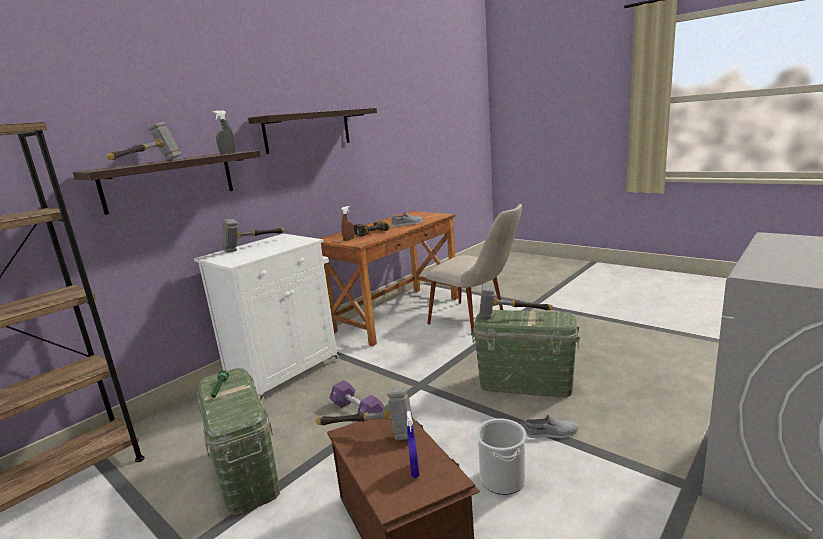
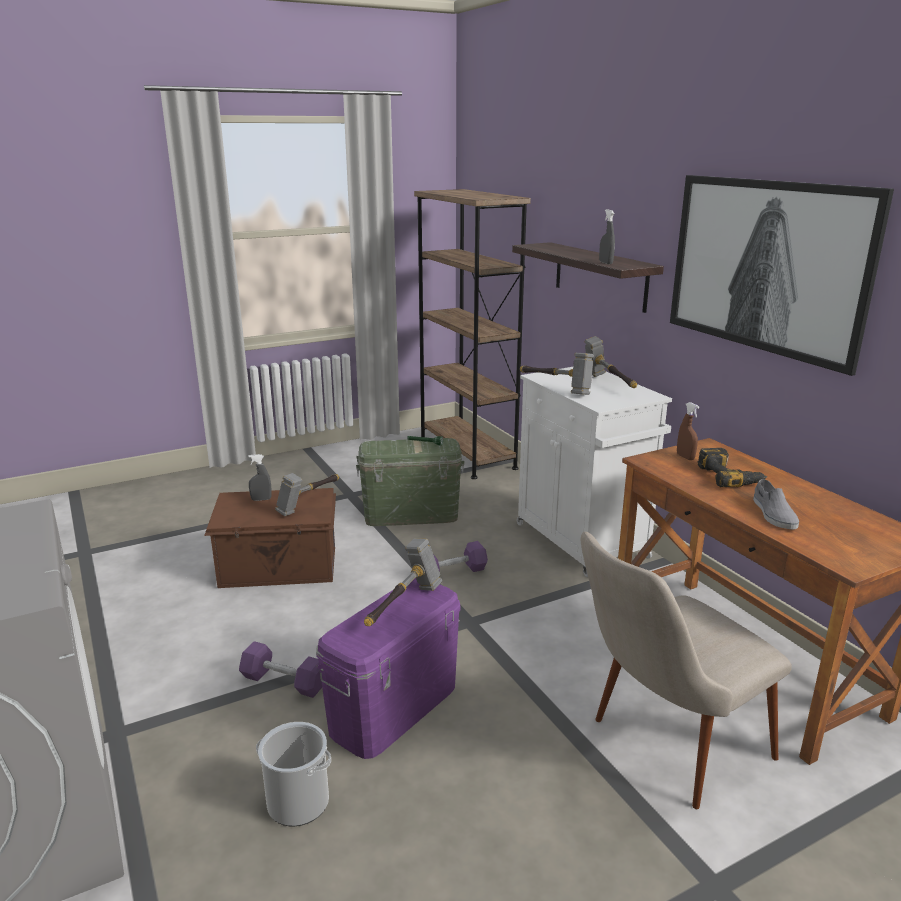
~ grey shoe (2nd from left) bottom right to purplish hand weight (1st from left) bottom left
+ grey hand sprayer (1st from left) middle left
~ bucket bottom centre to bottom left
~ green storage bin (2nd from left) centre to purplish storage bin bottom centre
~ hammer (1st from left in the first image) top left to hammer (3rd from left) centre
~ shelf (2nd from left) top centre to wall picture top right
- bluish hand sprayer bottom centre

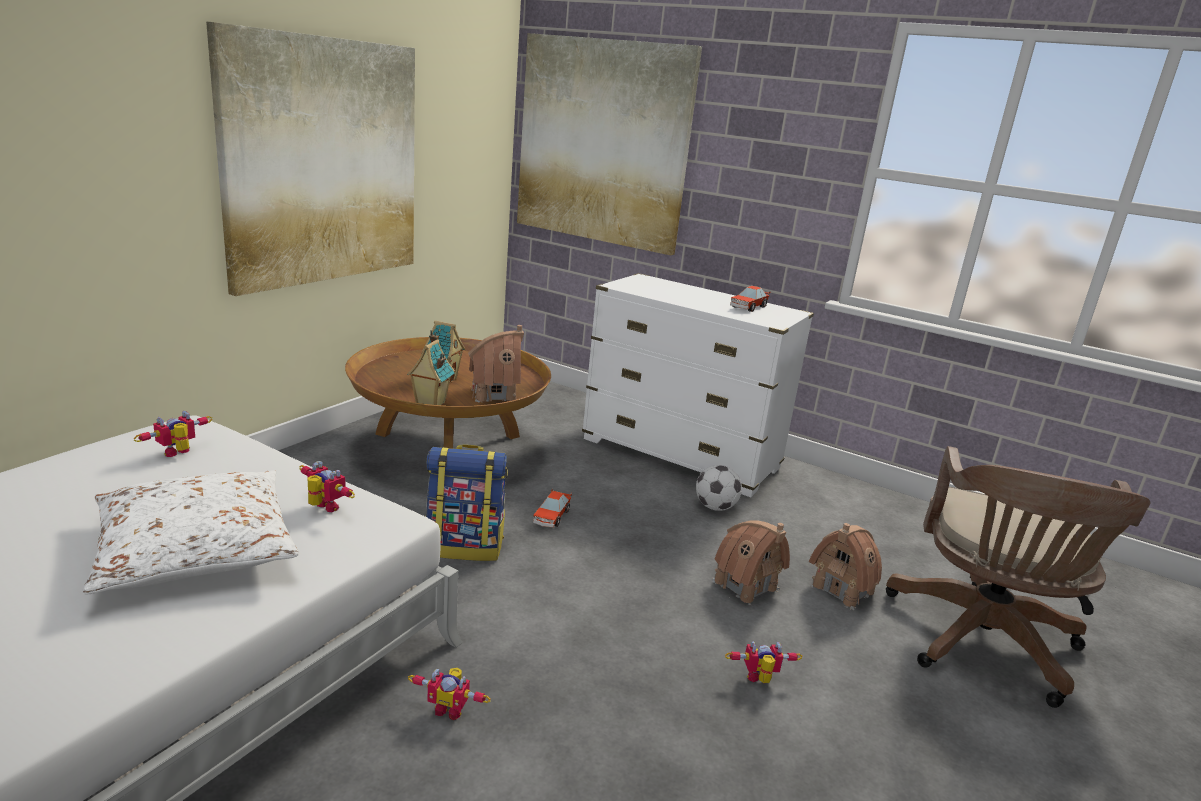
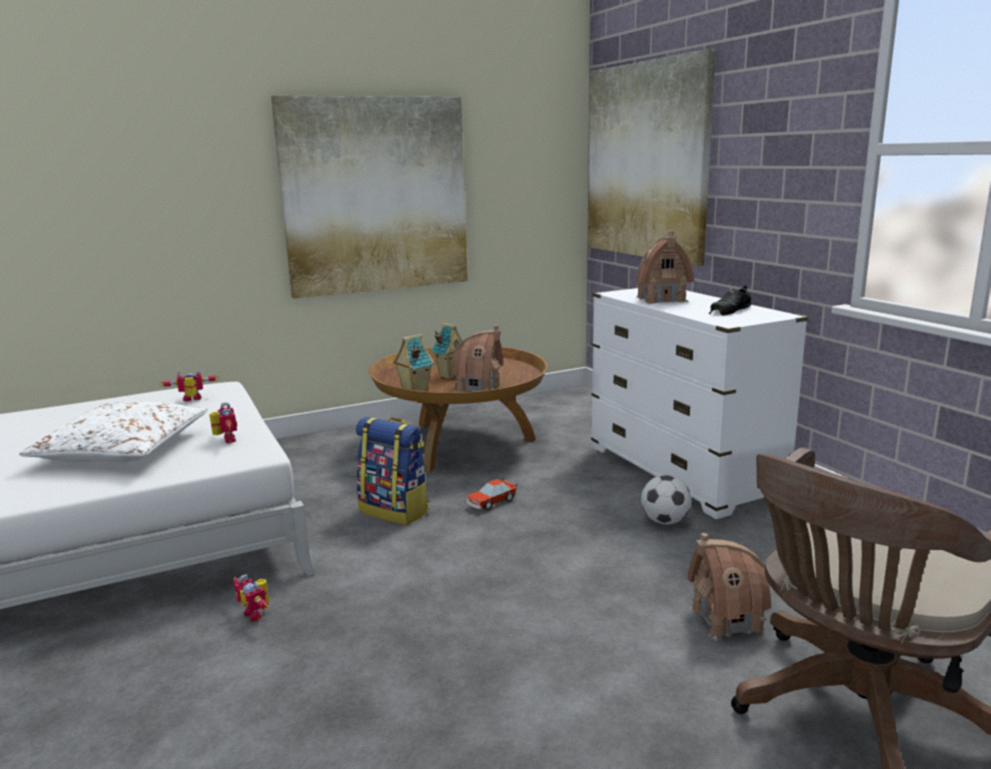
~ miniature house (4th from left) bottom centre to middle right
~ model car (2nd from left) centre to black shoe middle right
- toy robot (4th from left) bottom centre

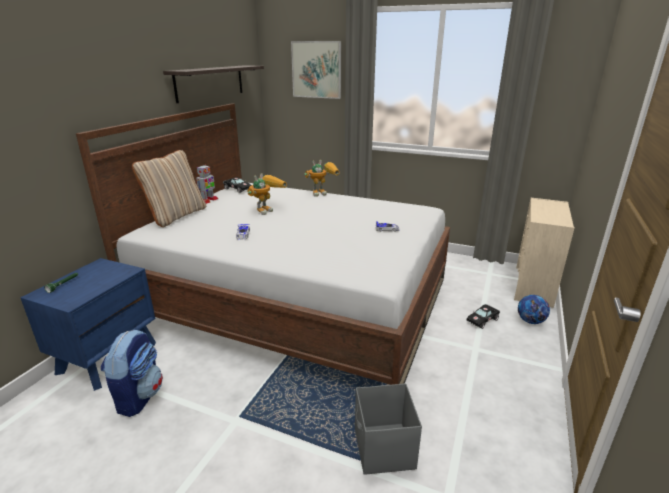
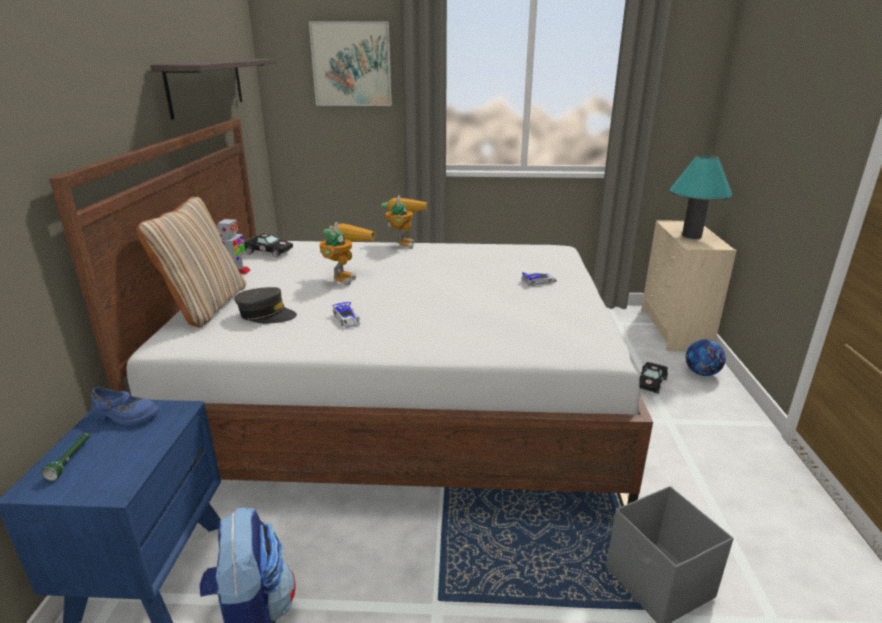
+ bluish shoe middle left
+ grey cap middle left
~ toy robot (3rd from left) centre = centre 45 degrees counterclockwise
+ turquoise tabletop lamp top right

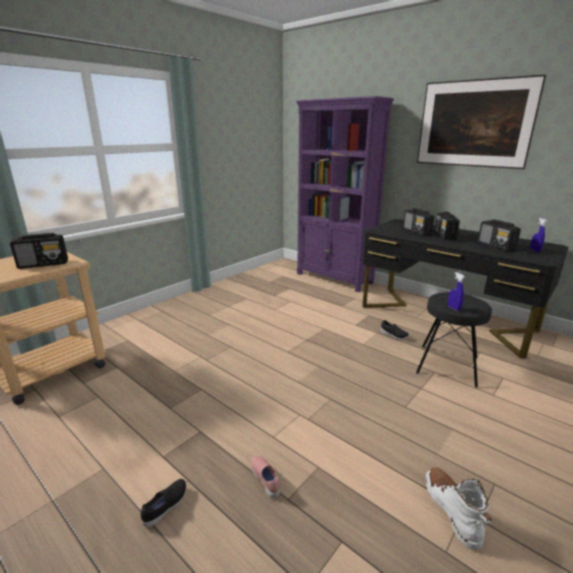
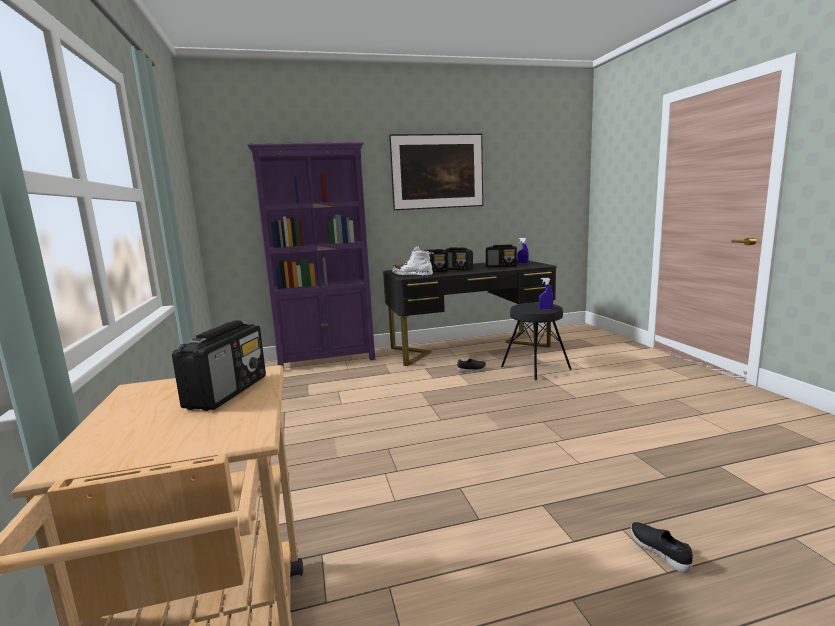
~ whitish boot bottom right to centre
- pink shoe bottom centre

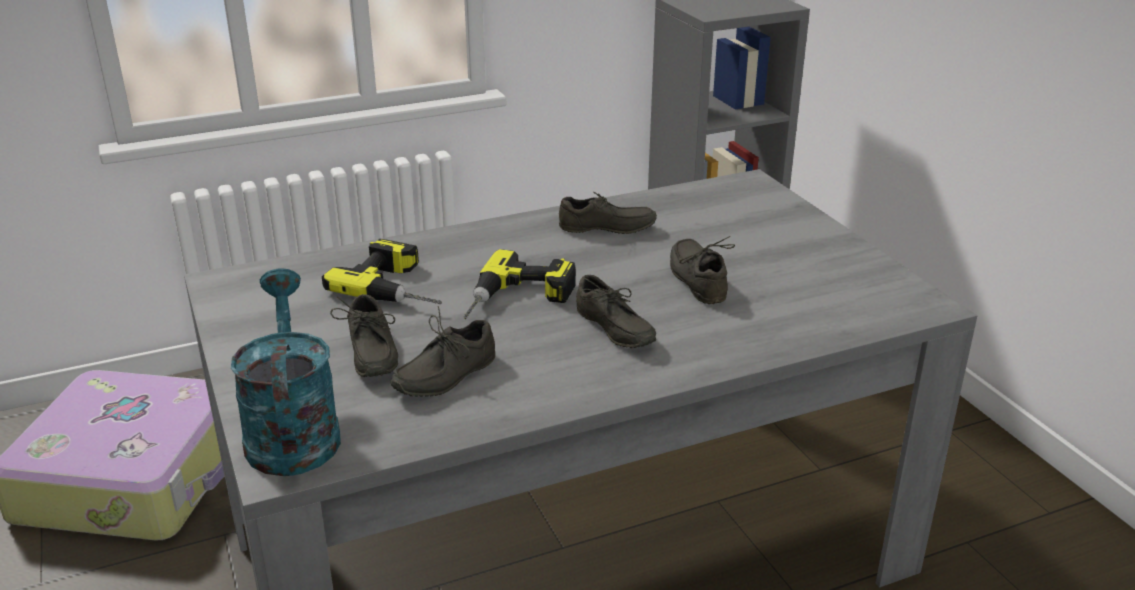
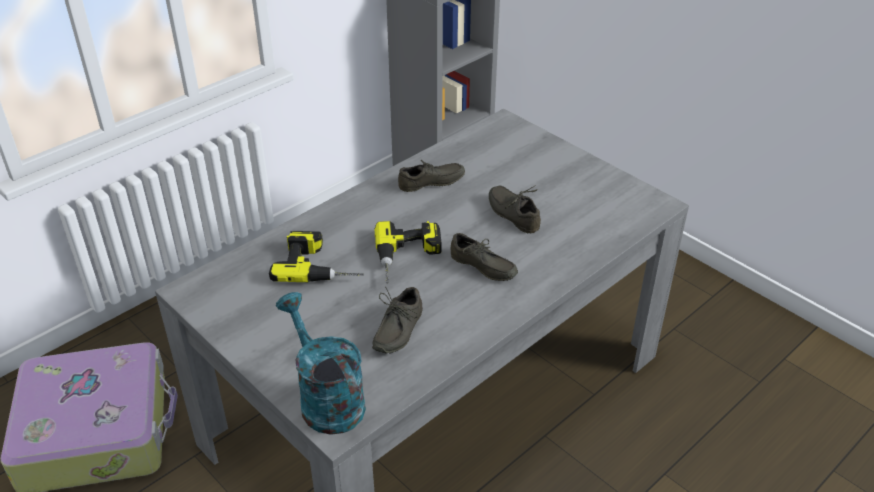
- grey shoe (1st from left) middle left

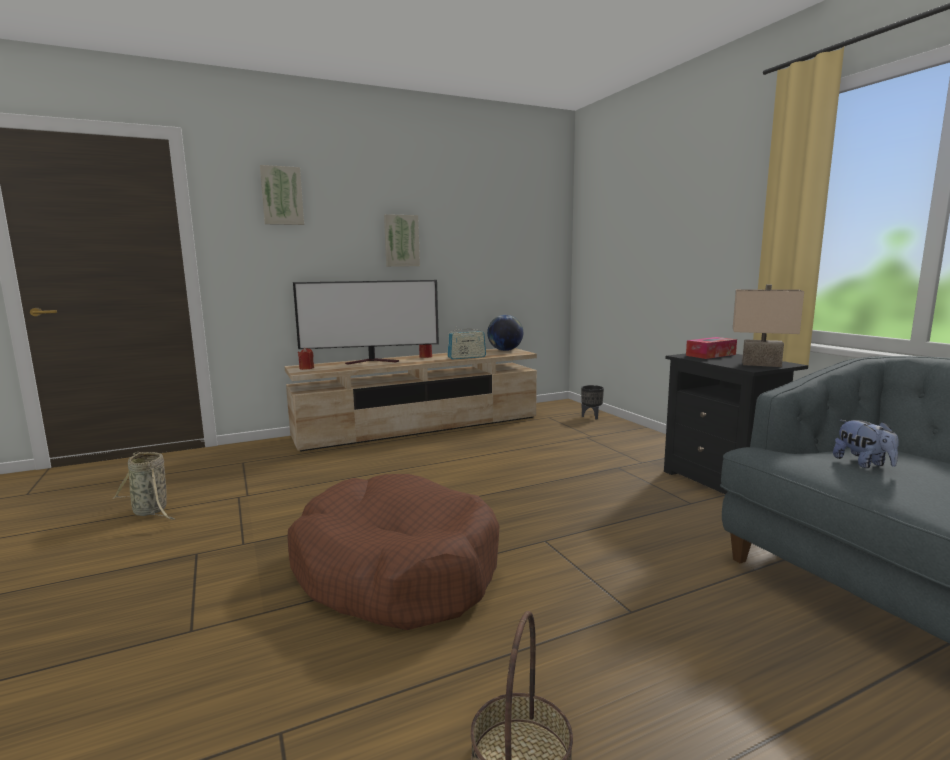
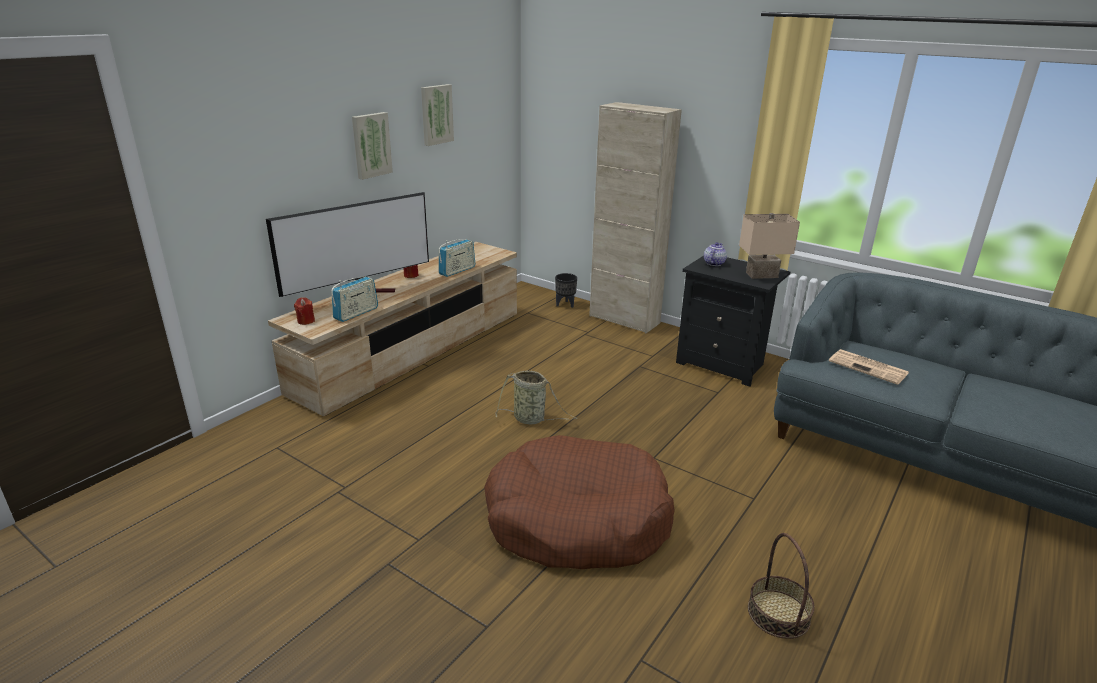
+ radio receiver (1st from left) middle left
~ wall picture (1st from left in the first image) top left to wall picture (2nd from left) top centre
~ basket (1st from left) middle left to centre
+ beige cabinet top centre
~ box of tissues middle right to teapot centre
~ plush toy middle right to daily paper middle right
- globe centre

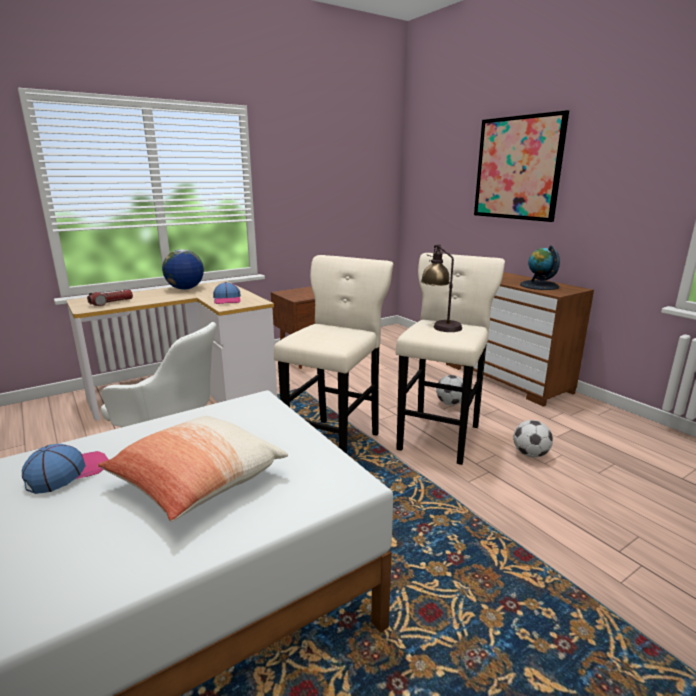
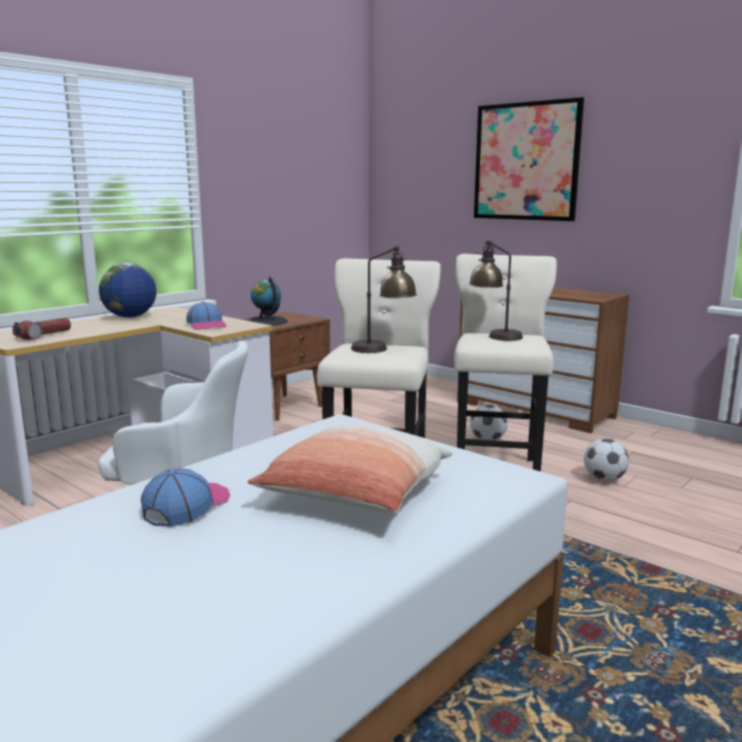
~ globe (2nd from left) middle right to centre
+ tabletop lamp (1st from left) centre

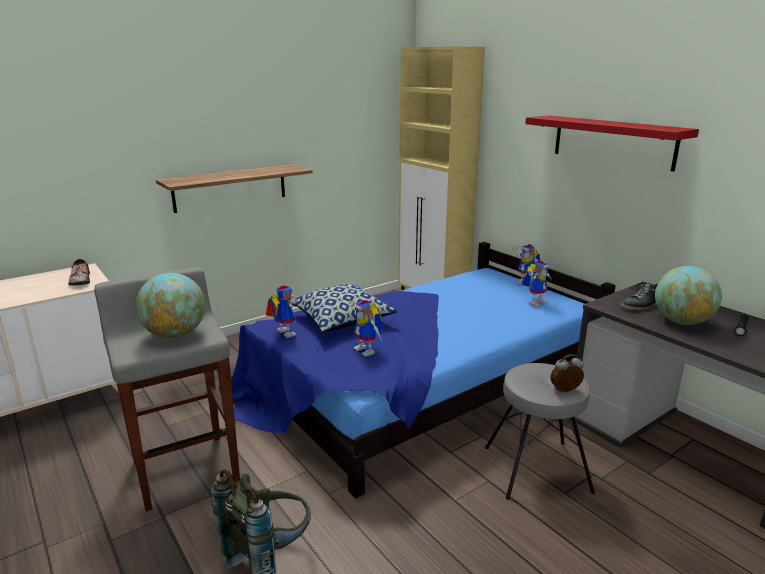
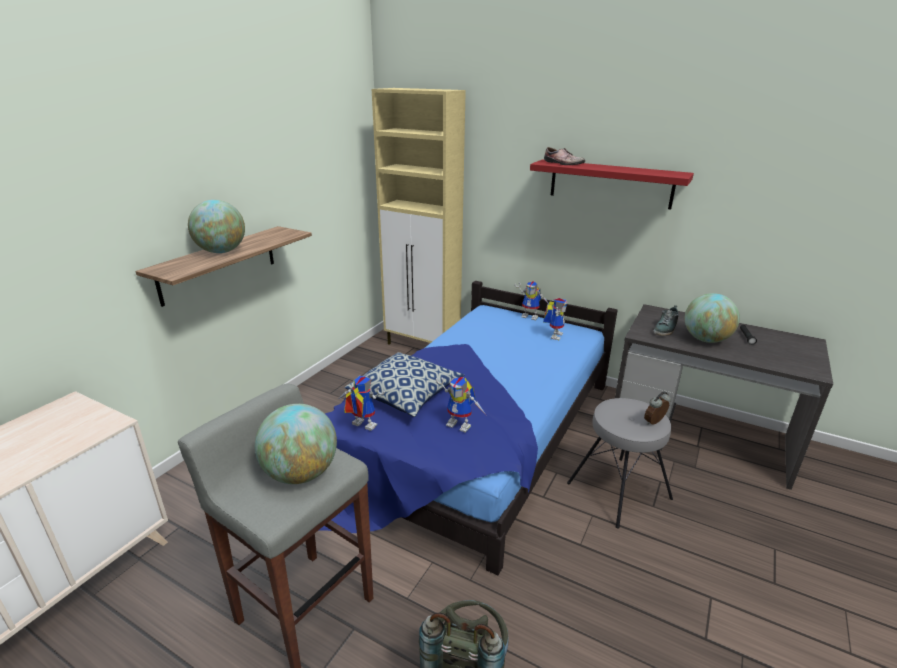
+ globe (1st from left) middle left
~ shoe (1st from left) middle left to top centre

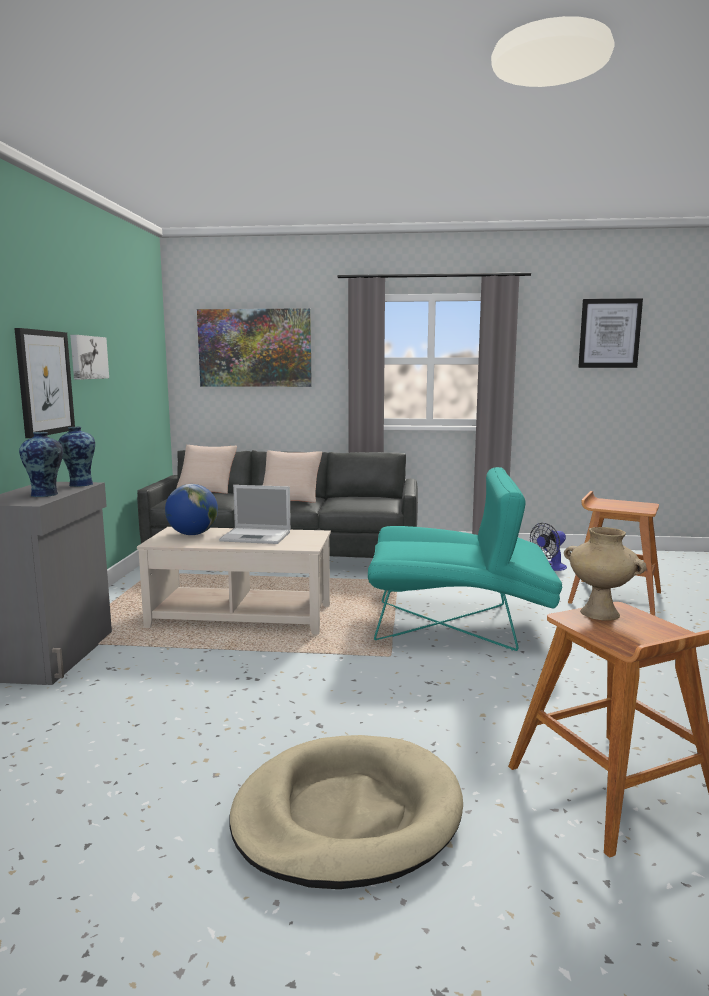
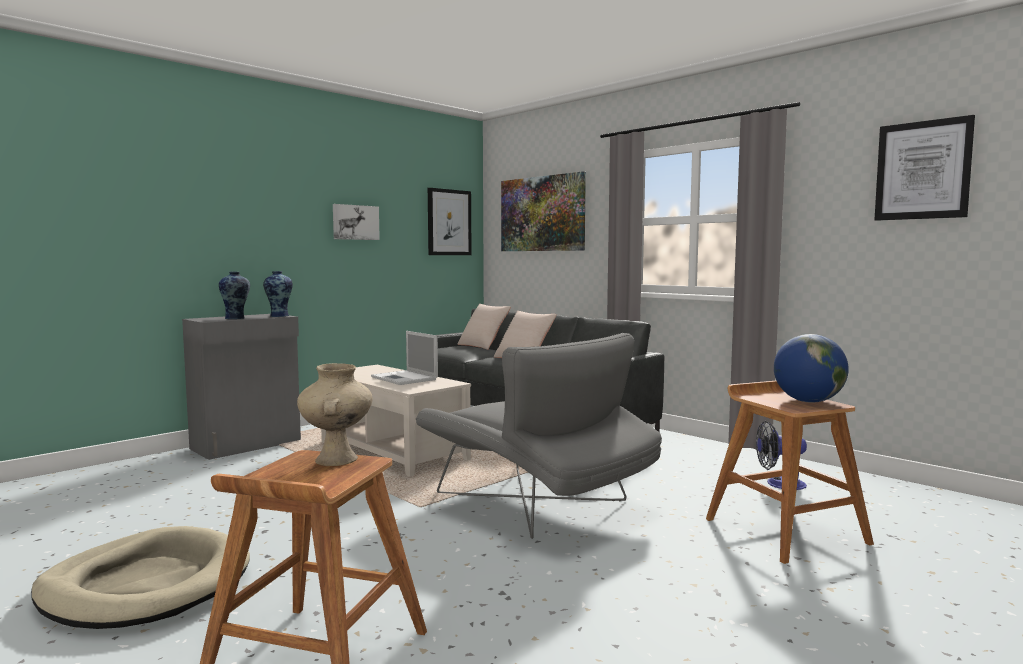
~ turquoise armchair centre to grey armchair centre
~ wall picture (1st from left in the first image) middle left to wall picture (2nd from left) top centre
~ globe middle left to middle right

